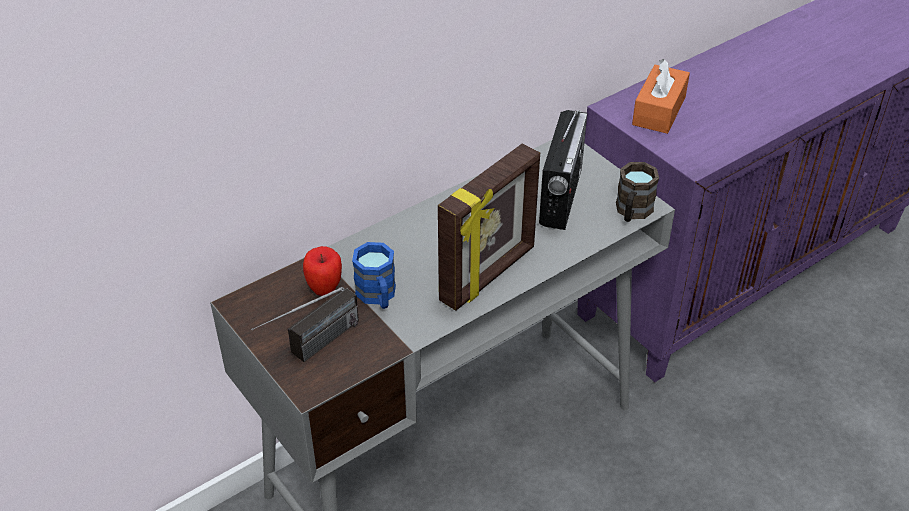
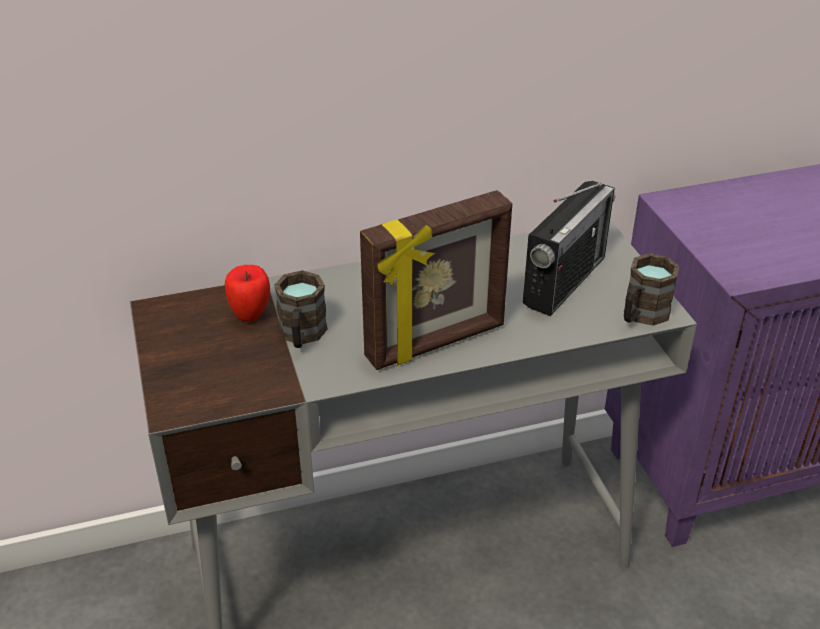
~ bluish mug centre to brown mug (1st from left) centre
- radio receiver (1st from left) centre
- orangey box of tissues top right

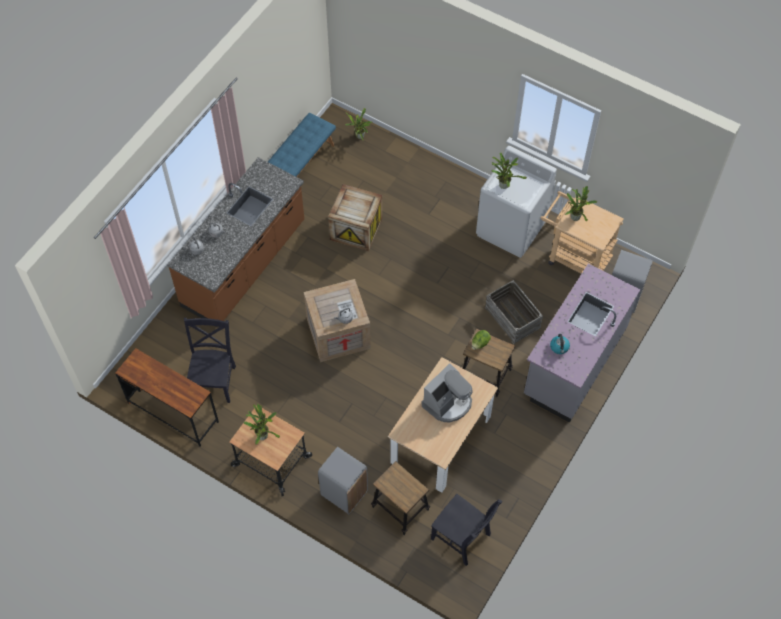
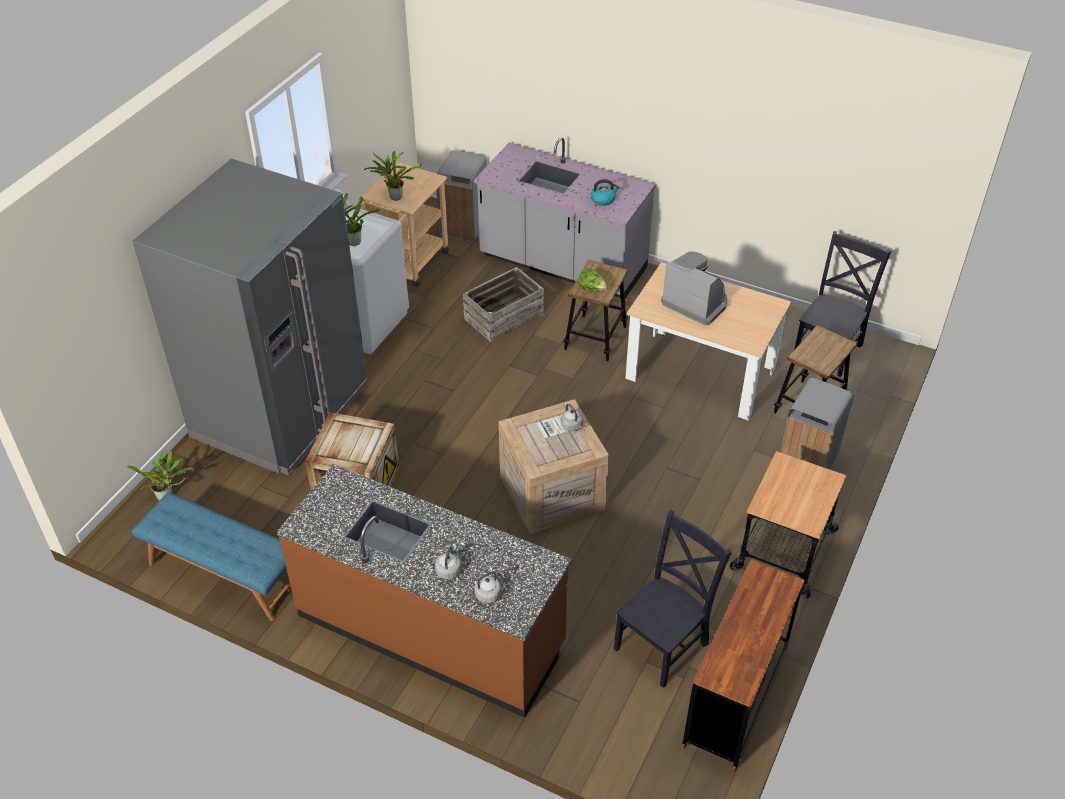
+ grey refrigerator middle left
~ black upright chair (1st from left) middle left = bottom centre 135 degrees clockwise
- plant in a pot (1st from left) bottom centre

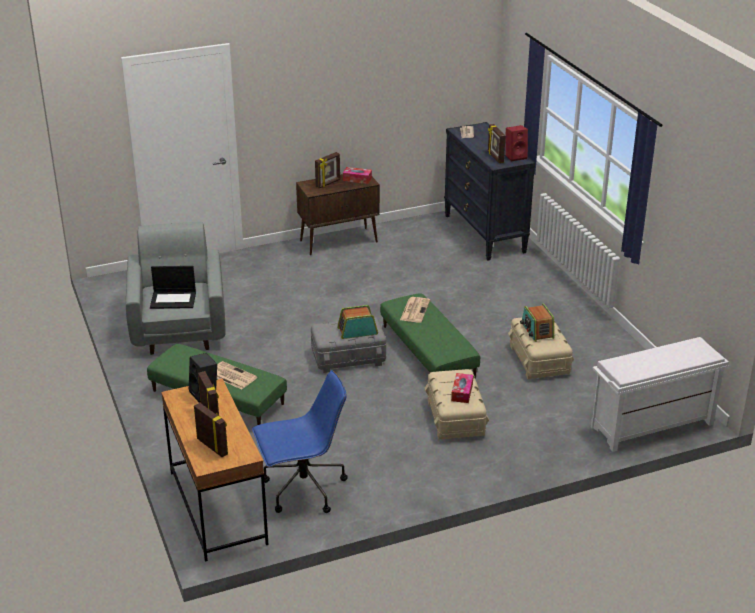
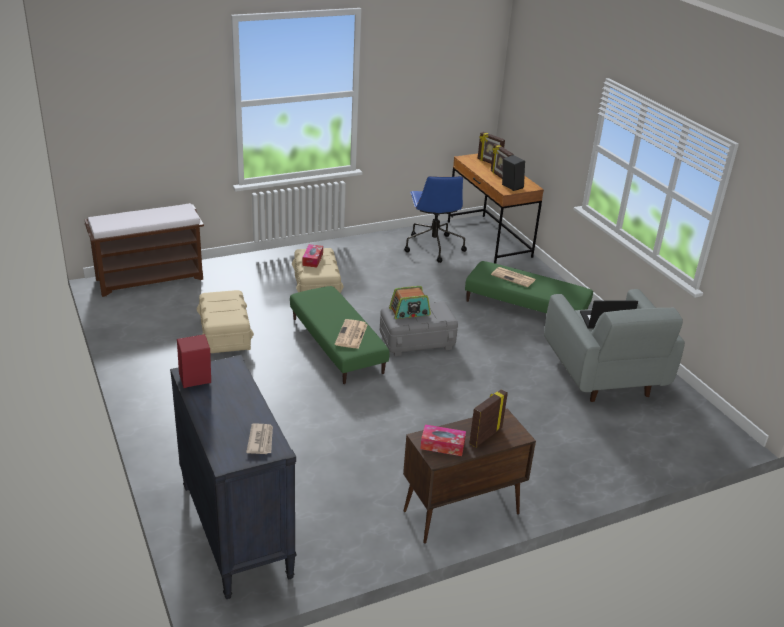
~ whitish long seat middle right to brown long seat middle left
~ bluish computer chair bottom centre = centre 75 degrees counterclockwise
- picture frame (4th from left) top centre
- radio receiver (2nd from left) middle right

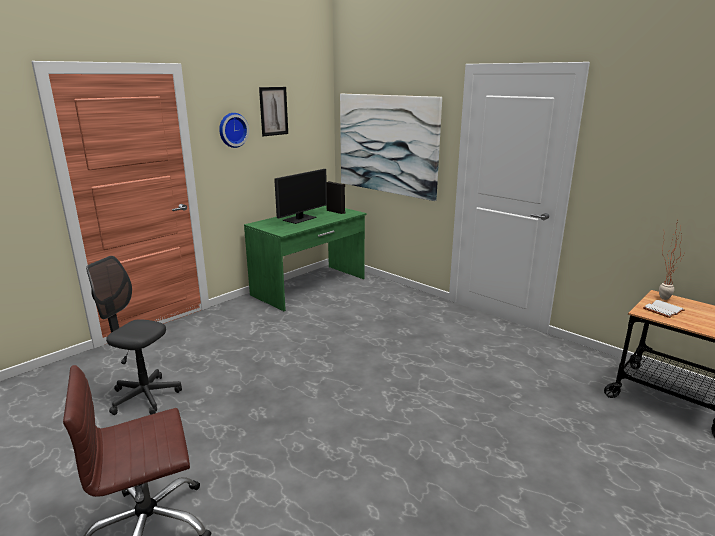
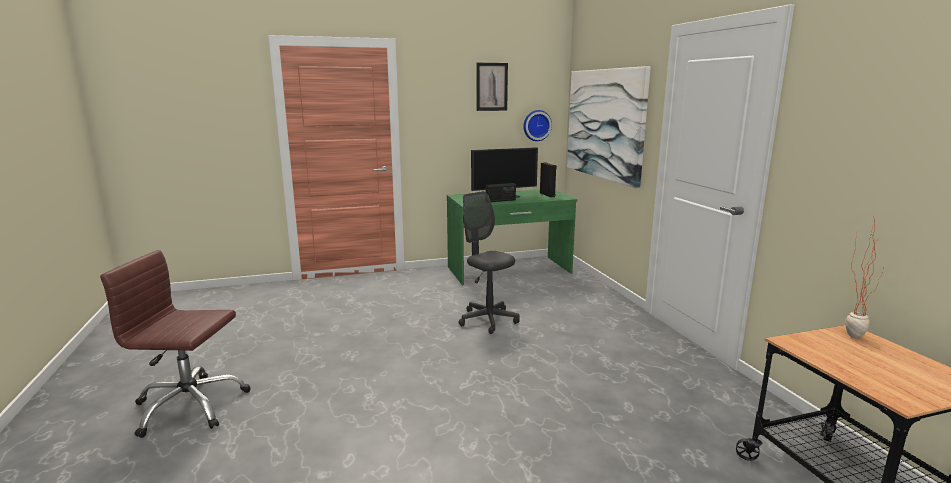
~ grey computer chair middle left to centre
+ radio receiver centre
~ wall clock top left to top centre
- whitish book middle right

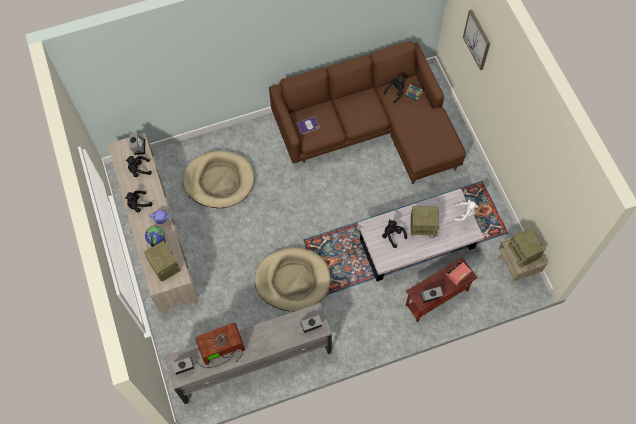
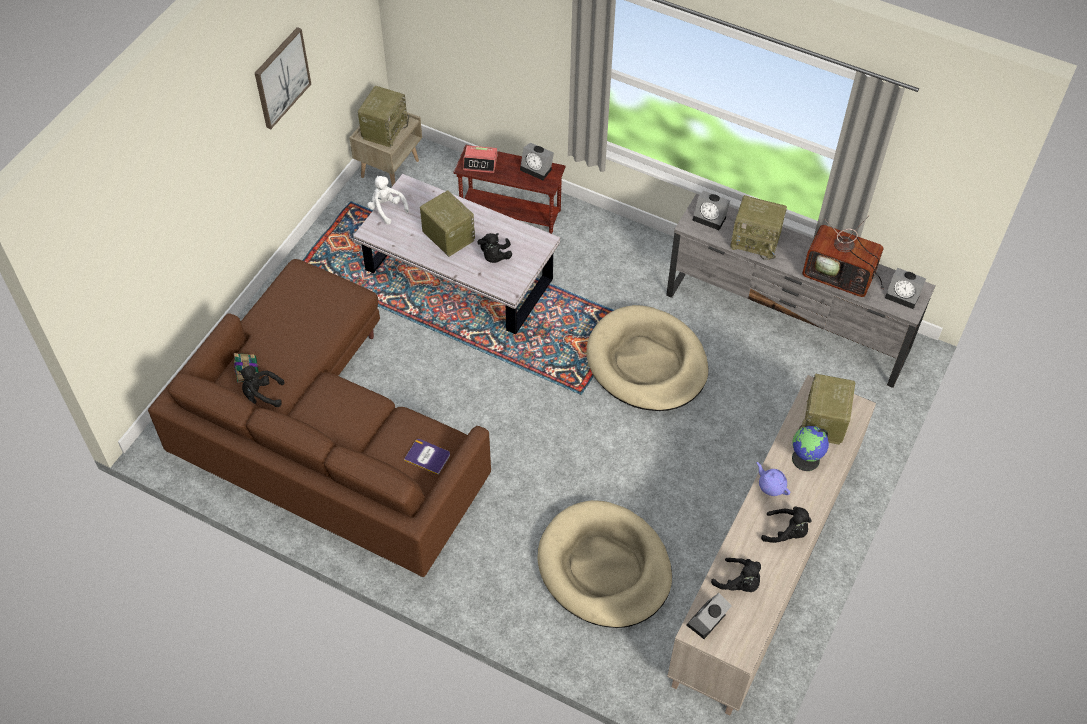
~ wall picture top right to top left
+ radio receiver (3rd from left) top right

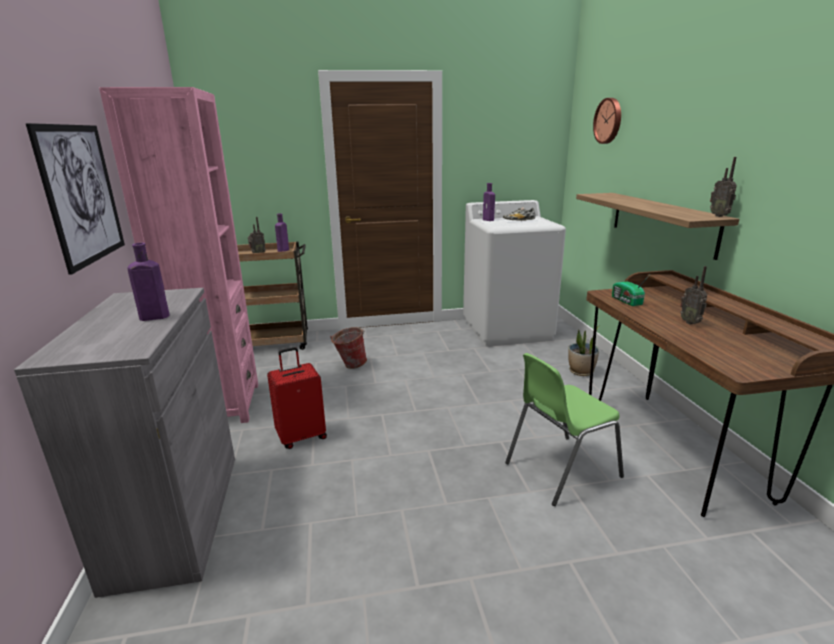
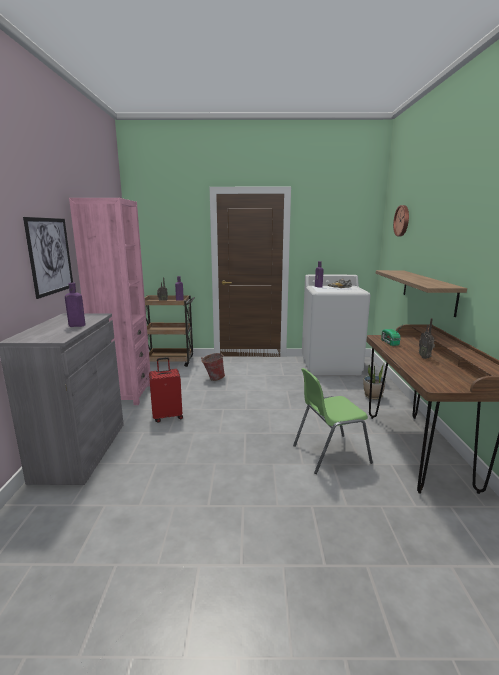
- radio receiver (4th from left) top right

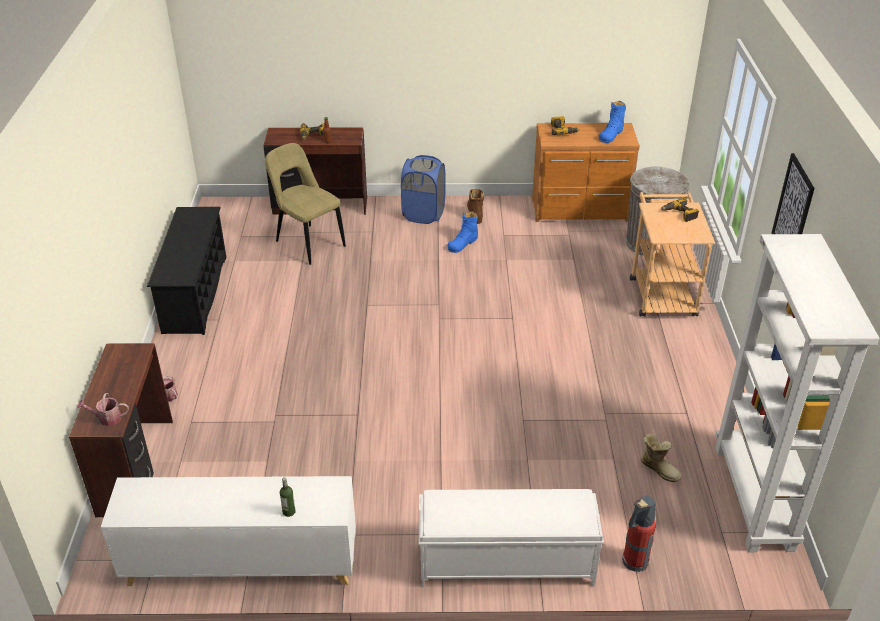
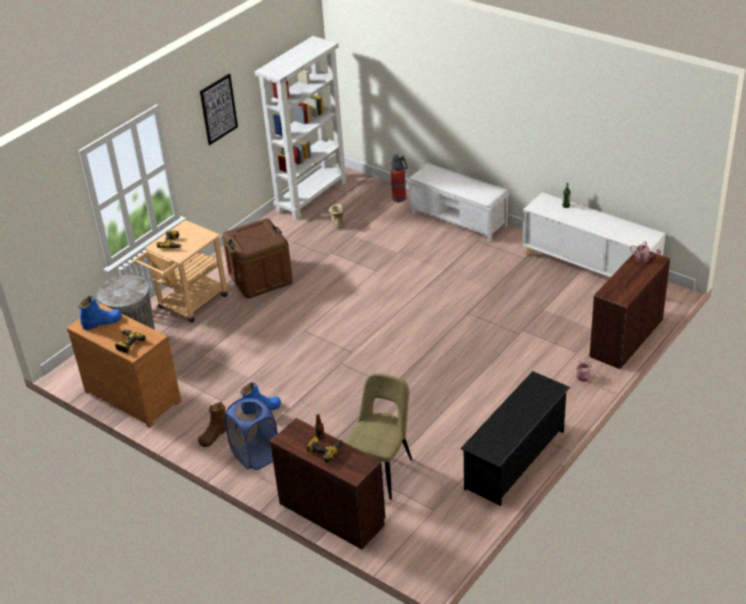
+ brown storage bin centre
~ beige upright chair top centre = bottom centre 150 degrees counterclockwise

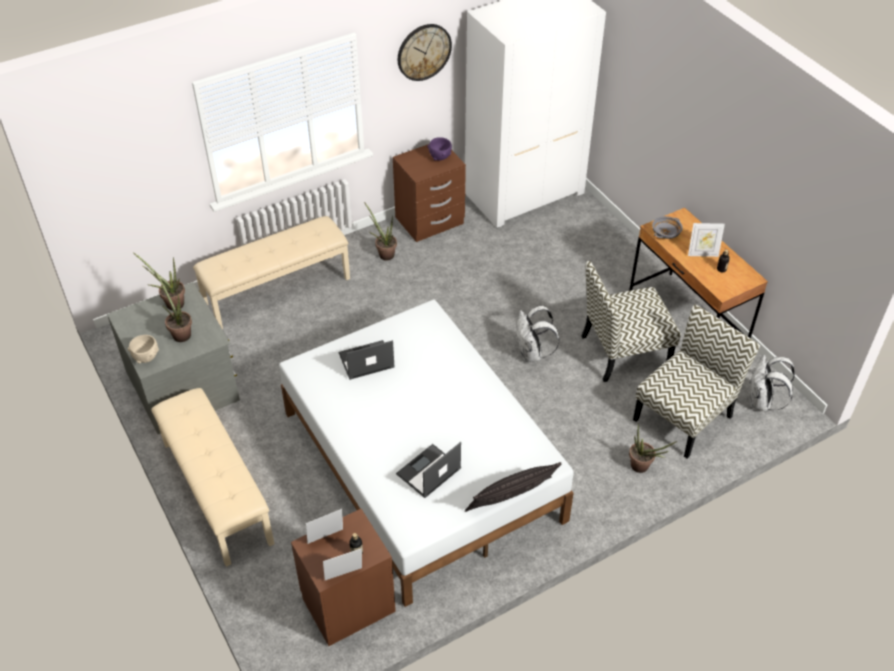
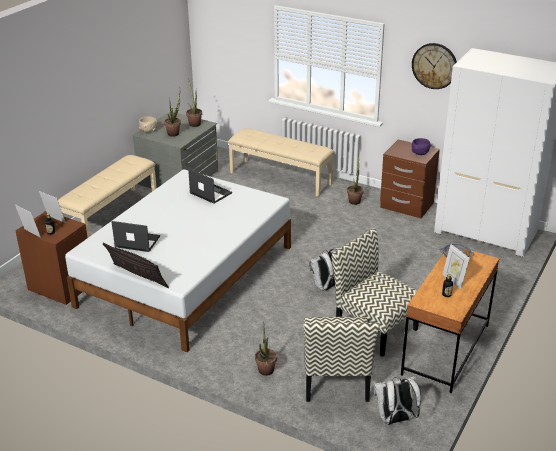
~ upright chair (2nd from left in the first image) middle right = bottom centre 75 degrees clockwise

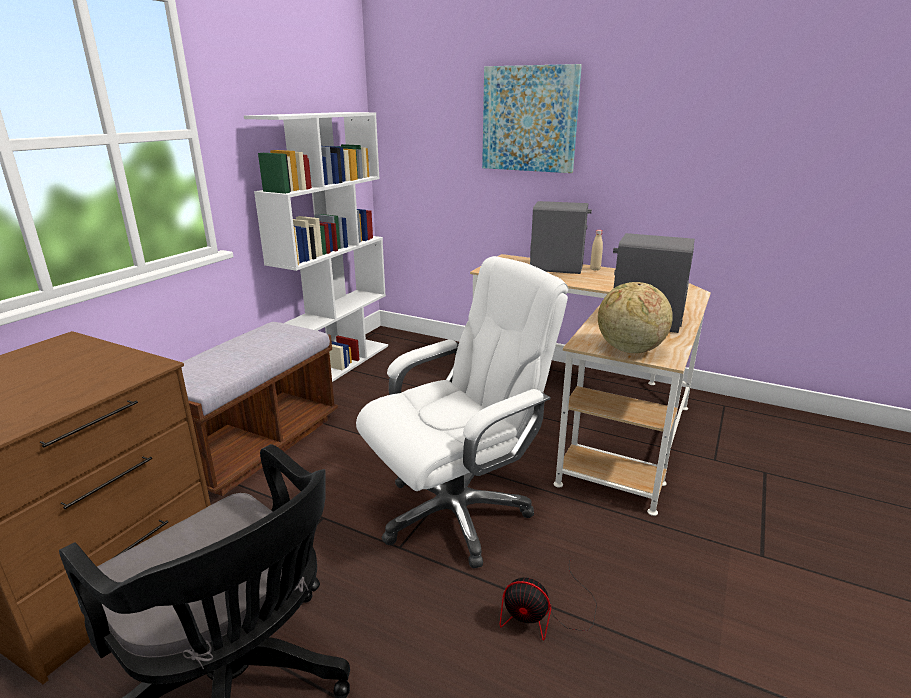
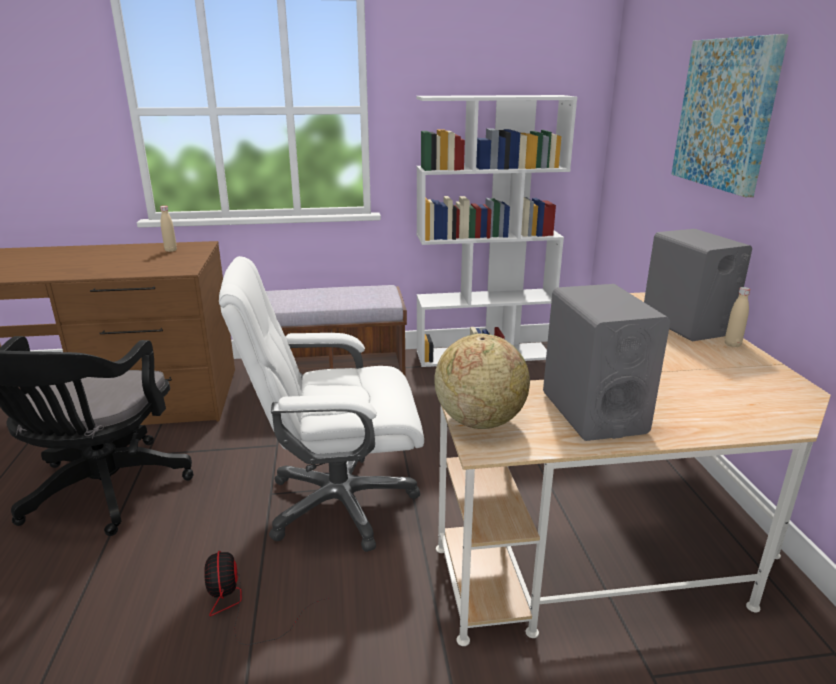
+ beige beverage bottle (1st from left) middle left
~ whitish computer chair centre = centre 150 degrees clockwise

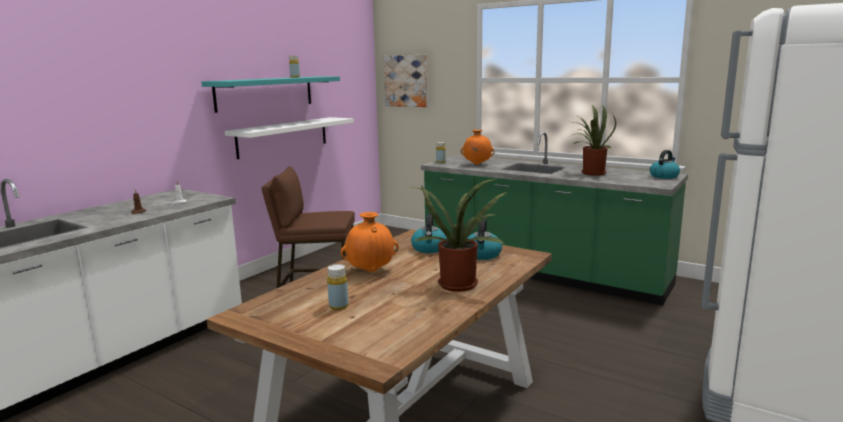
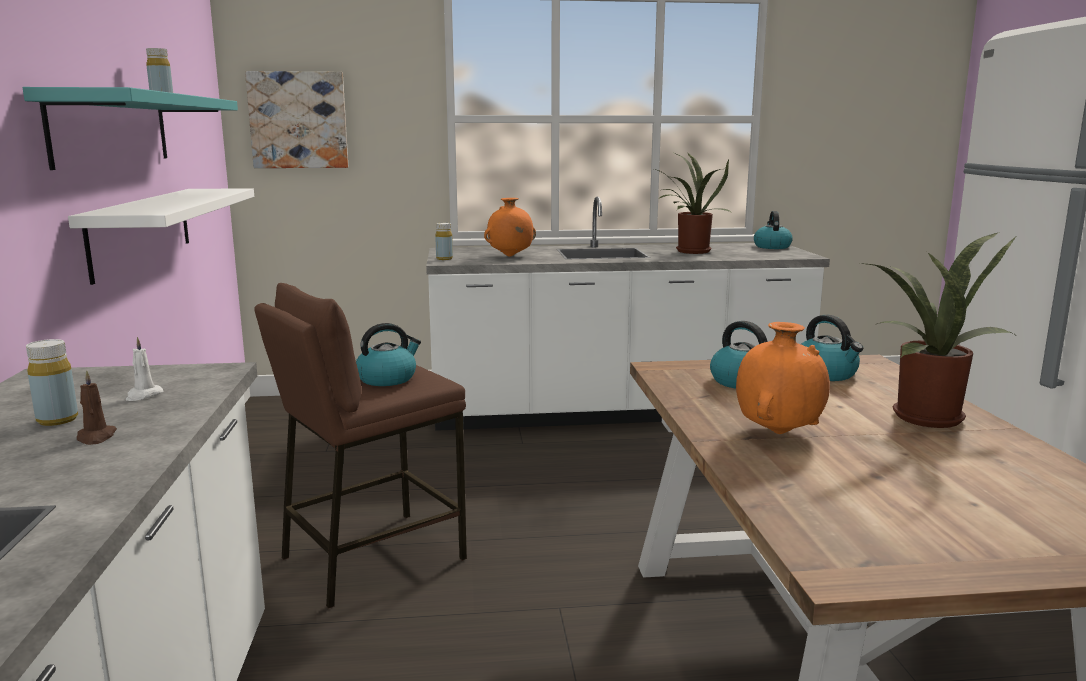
~ yellowish beverage bottle (2nd from left in the first image) bottom centre to yellowish beverage bottle (1st from left) middle left
+ water kettle (1st from left) centre
~ green kitchen counter centre to whitish kitchen counter (2nd from left) centre

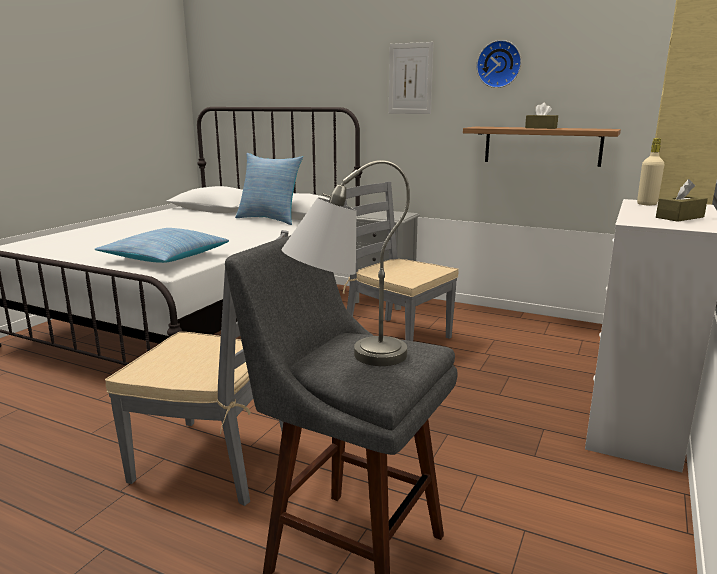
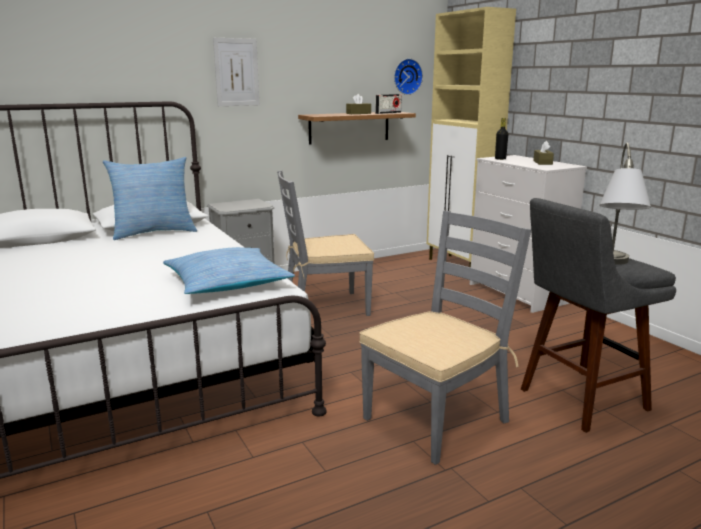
+ radio receiver top centre
~ wall clock top right to top centre
~ beige beverage bottle top right to black beverage bottle top right

